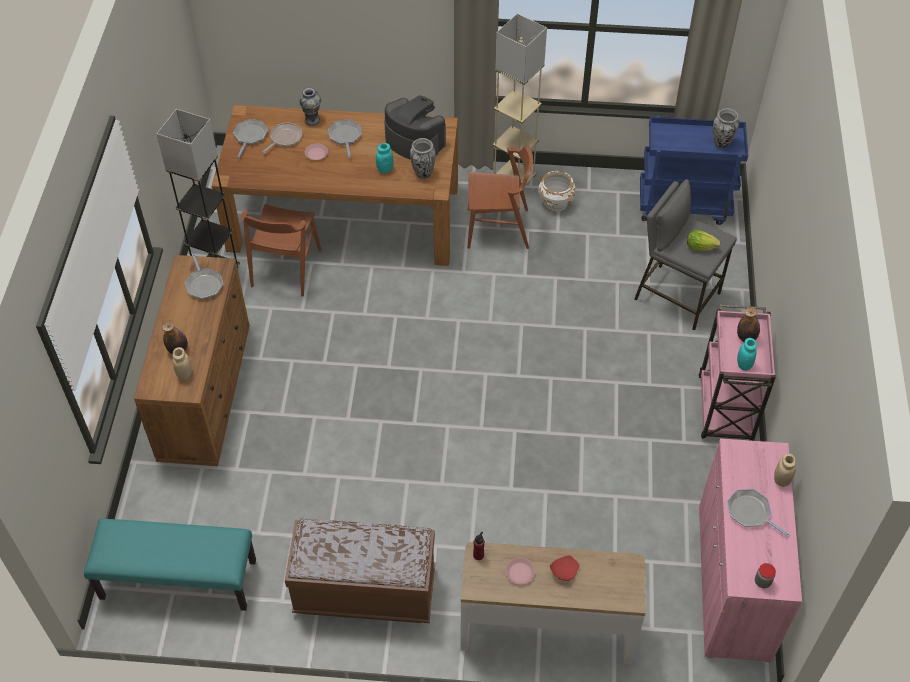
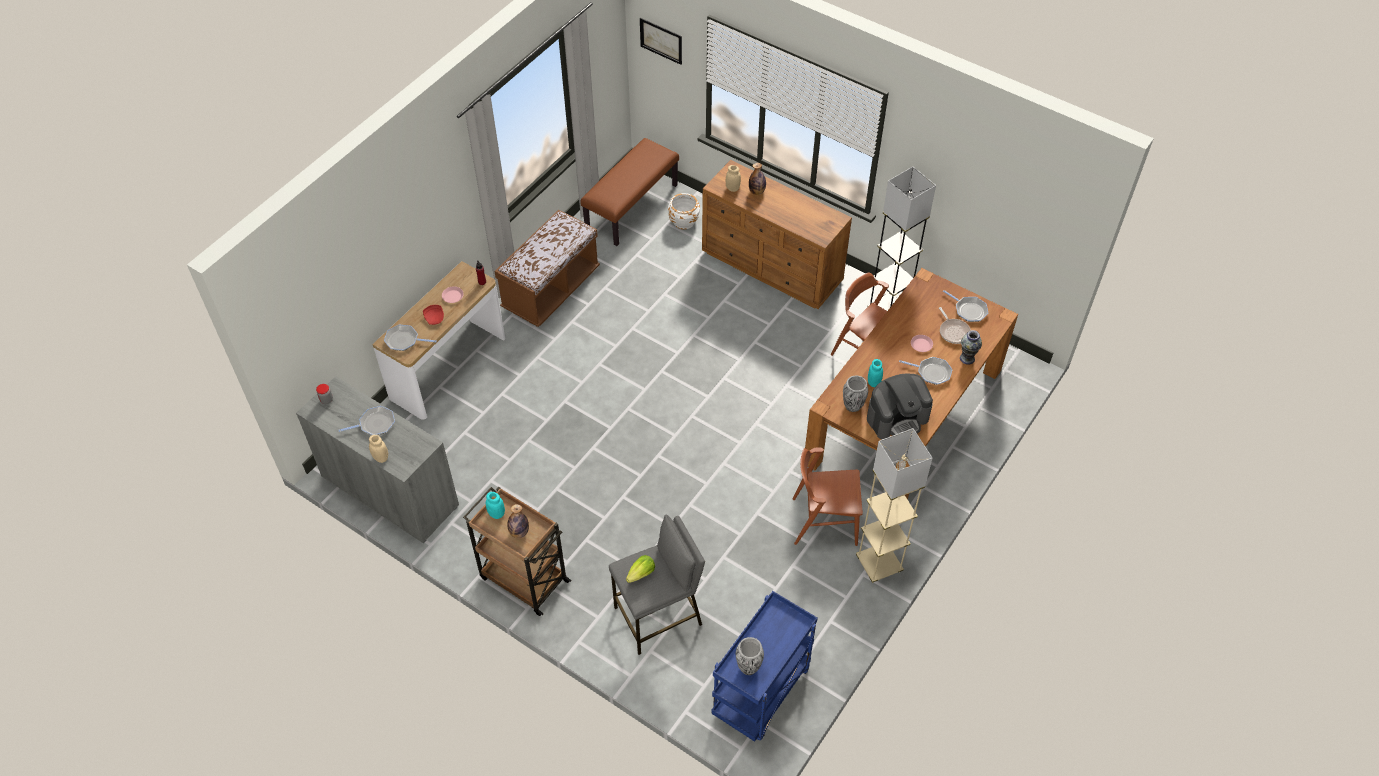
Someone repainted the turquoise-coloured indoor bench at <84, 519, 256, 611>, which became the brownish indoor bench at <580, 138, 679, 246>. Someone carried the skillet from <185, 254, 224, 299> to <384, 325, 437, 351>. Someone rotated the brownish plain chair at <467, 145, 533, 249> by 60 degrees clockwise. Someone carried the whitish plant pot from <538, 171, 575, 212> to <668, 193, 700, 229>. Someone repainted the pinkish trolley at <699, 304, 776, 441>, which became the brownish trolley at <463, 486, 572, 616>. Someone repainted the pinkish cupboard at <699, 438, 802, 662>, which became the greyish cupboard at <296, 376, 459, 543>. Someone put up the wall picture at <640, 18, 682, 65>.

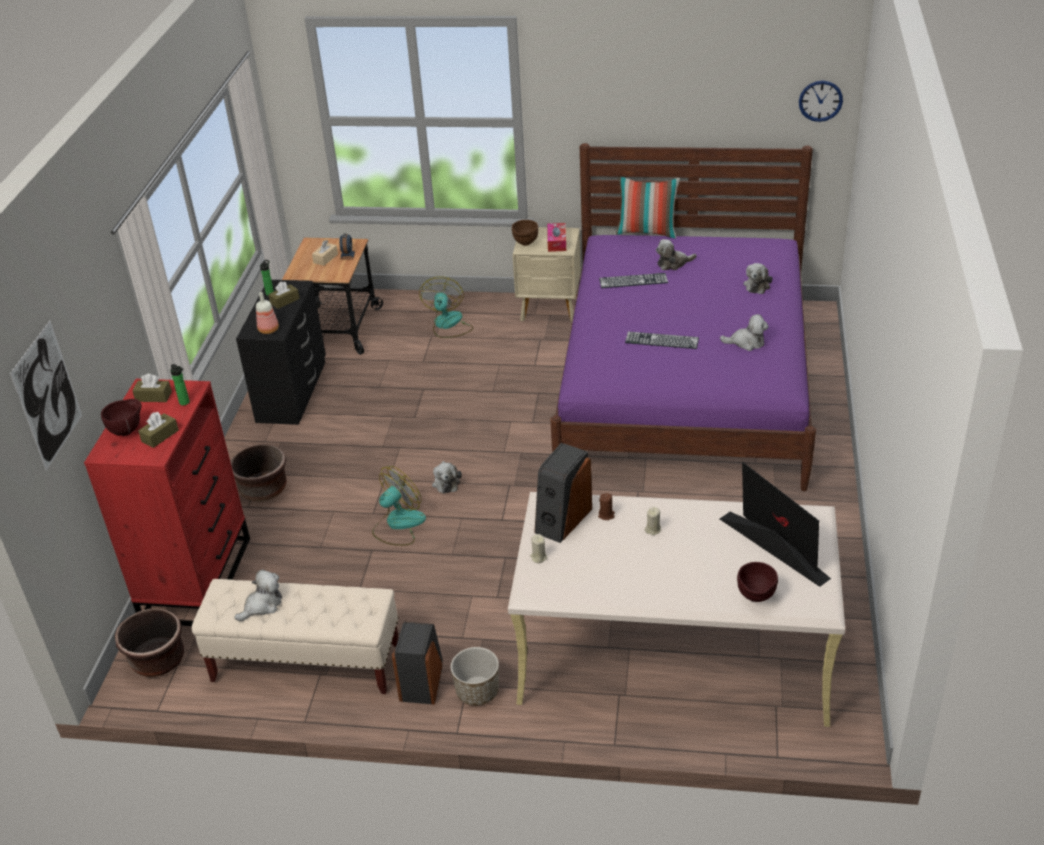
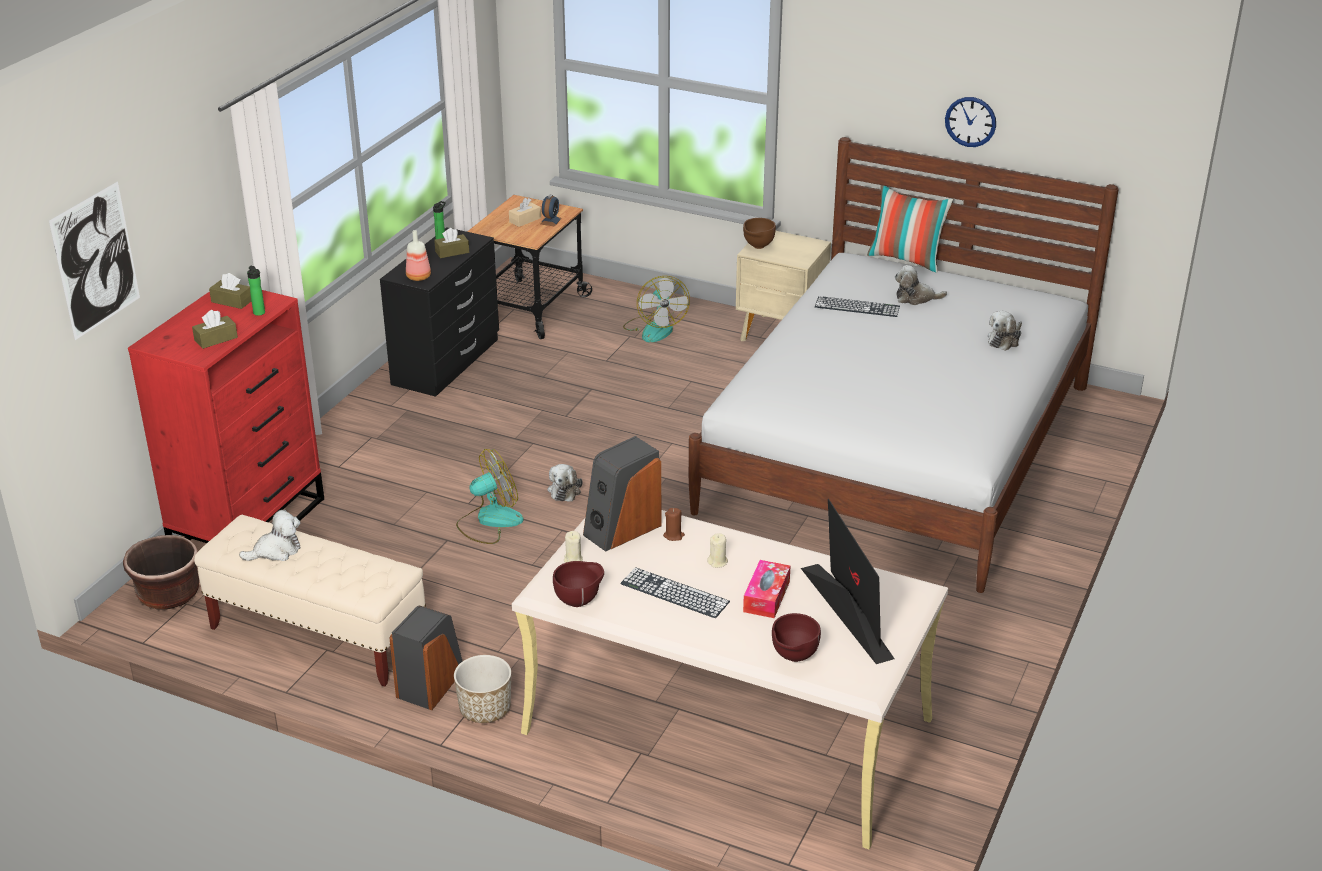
Someone carried the brownish serving bowl from <101, 399, 142, 436> to <553, 561, 604, 607>. Someone took away the brownish plant pot at <230, 444, 287, 502>. Someone rotated the cooling fan at <419, 276, 473, 338> by 150 degrees clockwise. Someone carried the tissue box from <547, 223, 566, 252> to <743, 560, 791, 618>. Someone repainted the purplish bed at <550, 143, 816, 491>, which became the whitish bed at <689, 137, 1119, 593>. Someone carried the keyboard from <625, 332, 699, 349> to <620, 567, 730, 618>. Someone took away the cuddly toy at <720, 314, 769, 351>. Someone carried the clock on the wall from <799, 81, 843, 122> to <945, 97, 996, 147>.

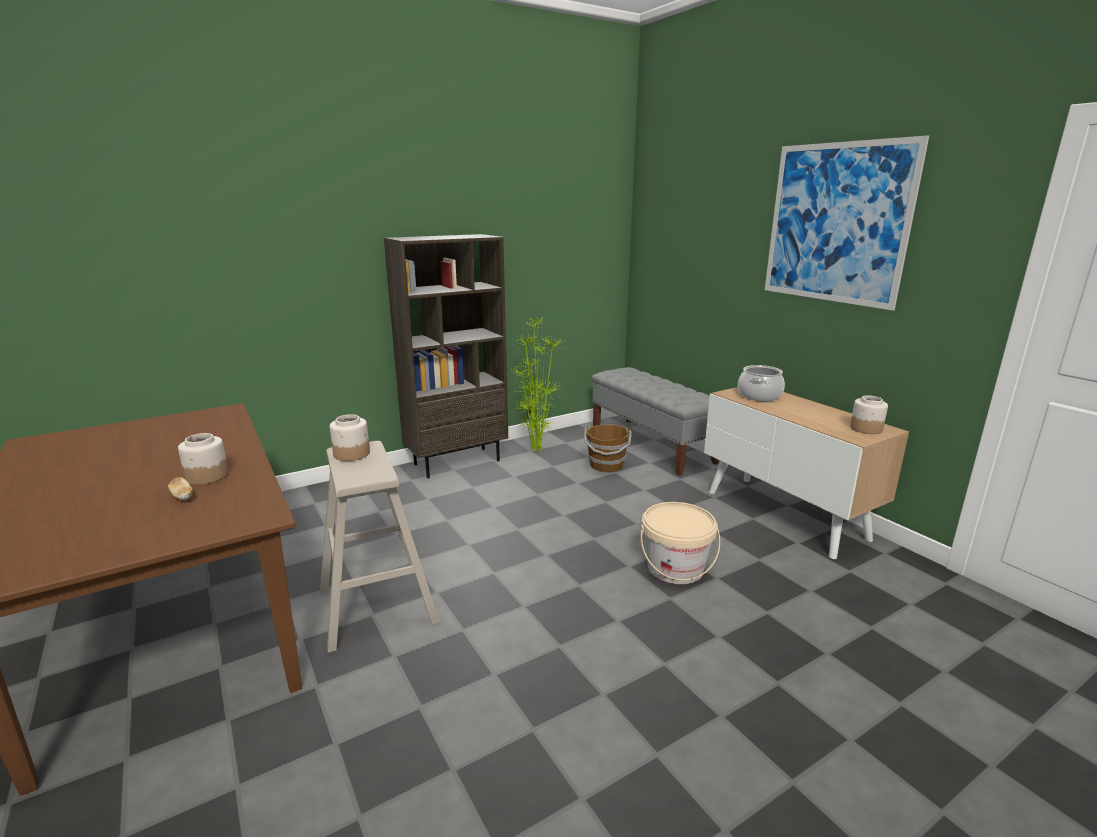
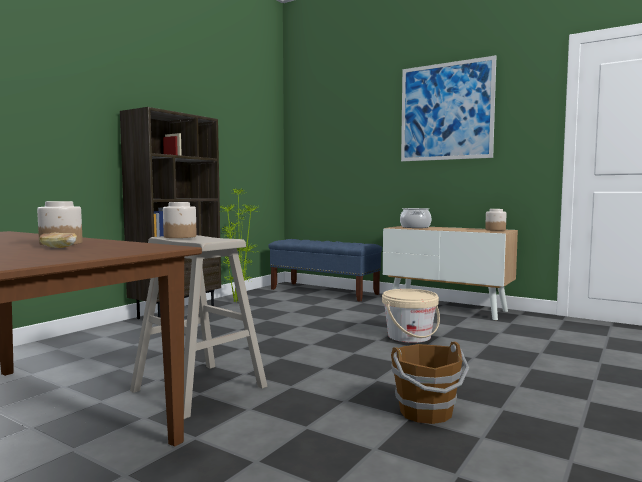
Someone carried the brownish bucket from <584, 424, 632, 472> to <391, 342, 469, 424>. Someone repainted the greyish indoor bench at <591, 367, 719, 476>, which became the blue-coloured indoor bench at <268, 239, 382, 302>.

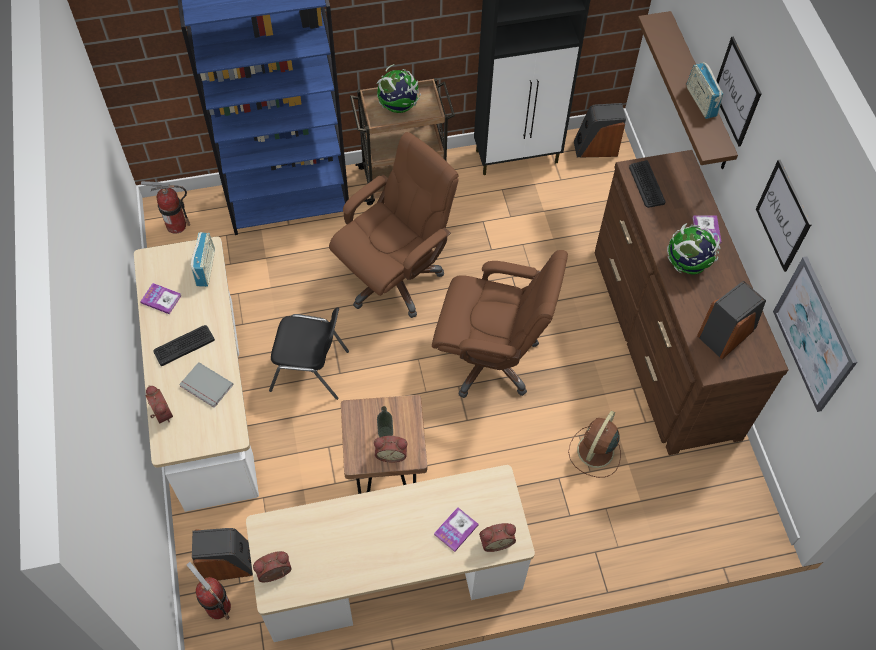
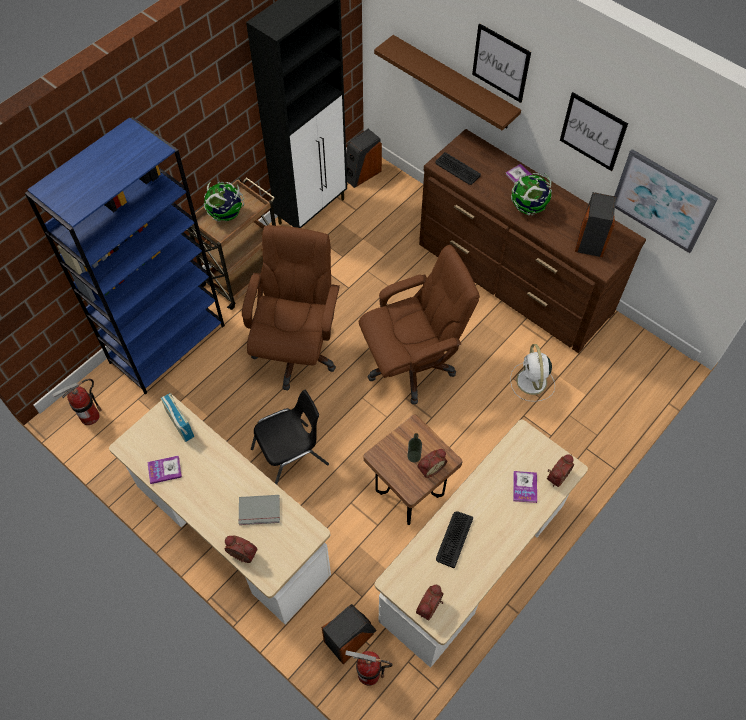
Someone carried the keyboard from <153, 325, 215, 366> to <436, 511, 473, 568>. Someone repainted the brownish cooling fan at <568, 411, 621, 478>, which became the whitish cooling fan at <510, 344, 555, 402>. Someone took away the radio at <686, 62, 723, 119>.

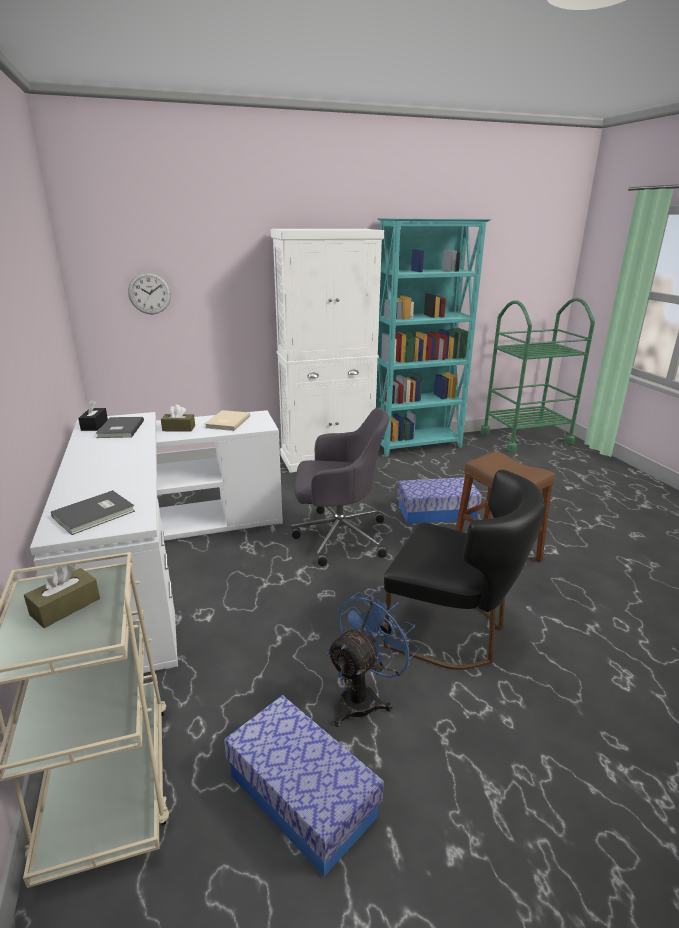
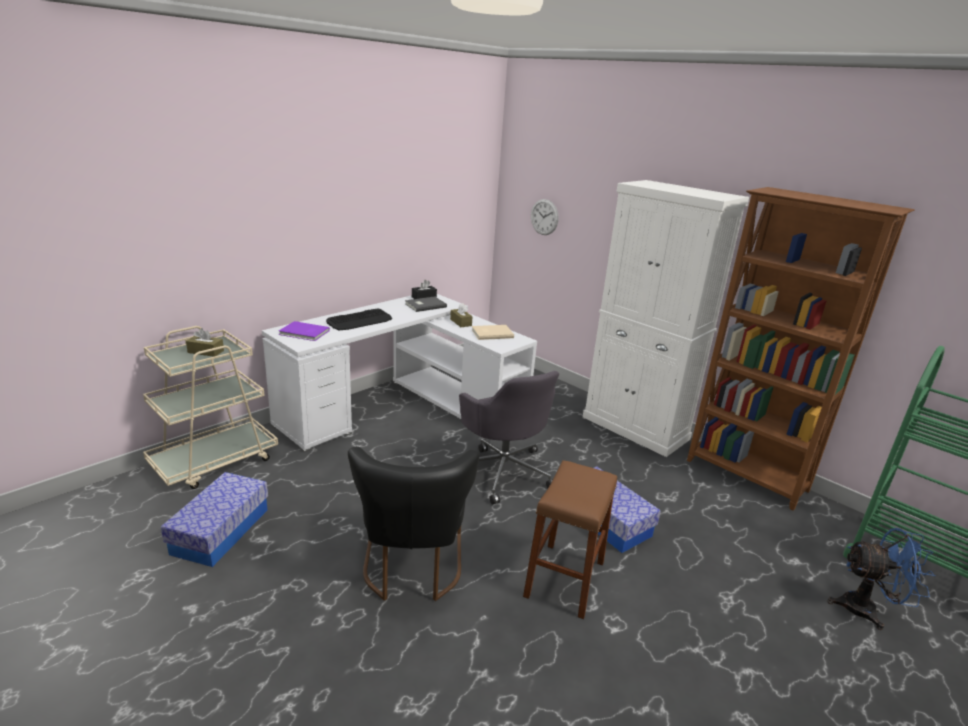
Someone repainted the greyish bound book at <51, 490, 135, 535>, which became the purplish bound book at <279, 321, 330, 341>. Someone carried the blue-coloured cooling fan from <326, 590, 419, 727> to <827, 528, 936, 630>. Someone repainted the turquoise-coloured shelving unit at <376, 218, 491, 457>, which became the brownish shelving unit at <687, 187, 915, 511>. Someone put down the keyboard at <326, 308, 392, 330>.

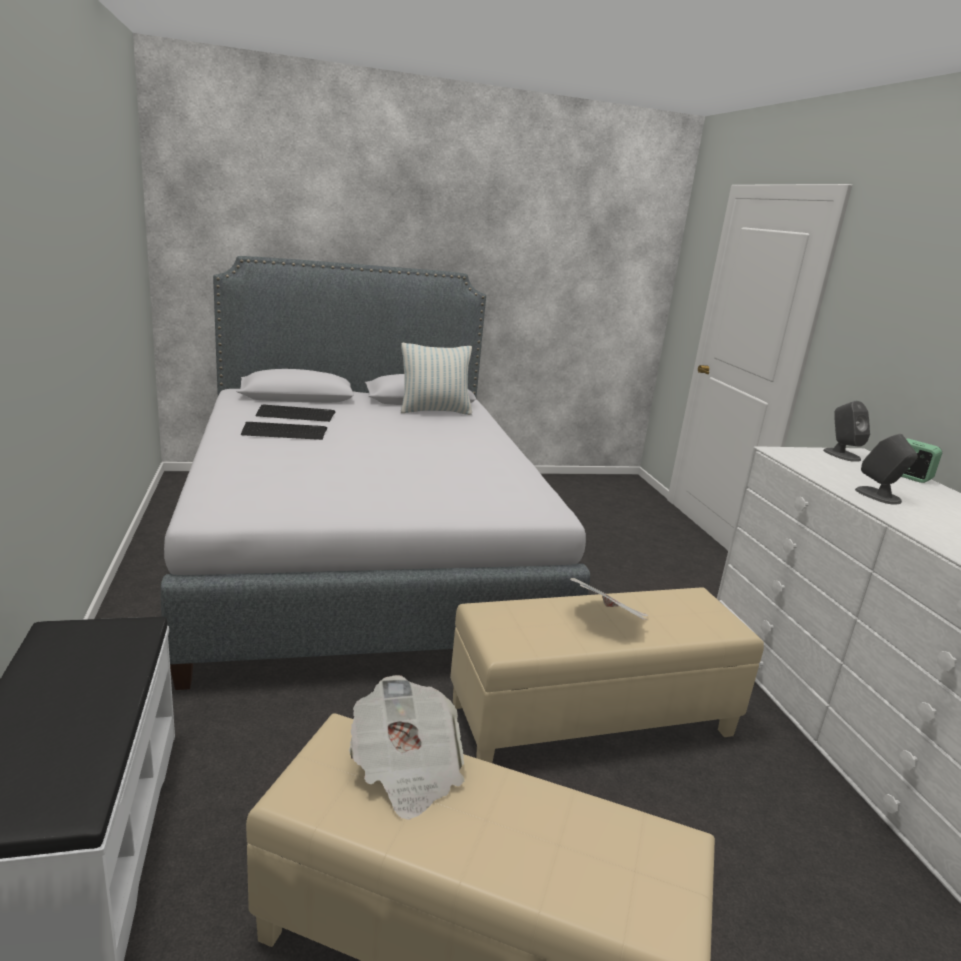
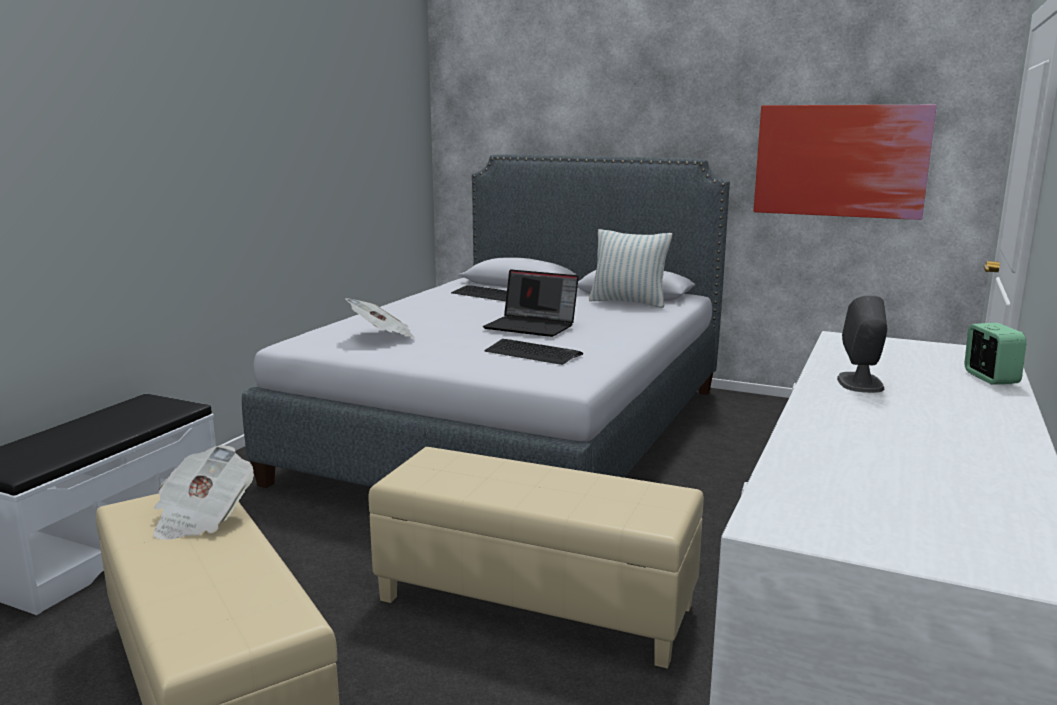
Someone carried the keyboard from <241, 422, 327, 440> to <484, 339, 583, 365>. Someone carried the newspaper from <570, 578, 649, 620> to <346, 298, 415, 338>. Someone took away the greyish audio speaker at <823, 401, 870, 462>. Someone put down the portable computer at <483, 269, 579, 337>. Someone put up the wall picture at <754, 105, 937, 220>.

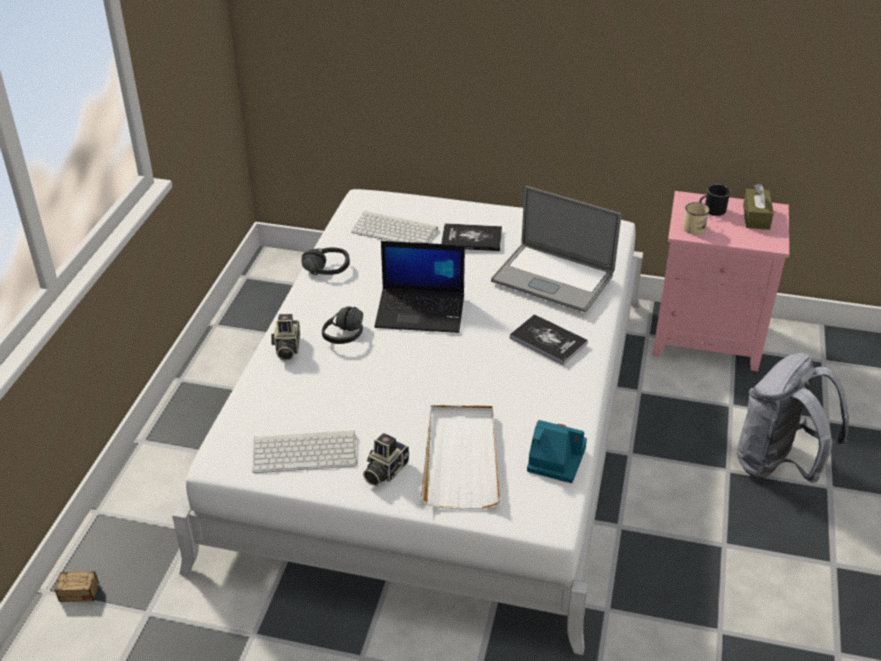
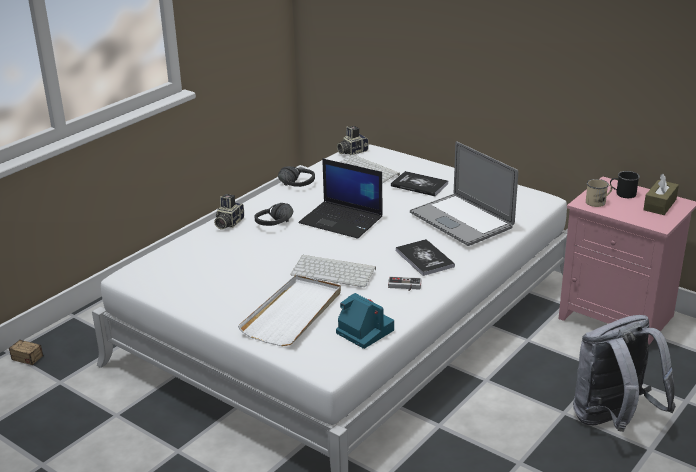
Someone carried the keyboard from <252, 430, 357, 473> to <290, 255, 376, 287>. Someone carried the photo camera from <363, 433, 409, 486> to <337, 126, 369, 155>. Someone put down the joypad at <388, 277, 421, 291>.

